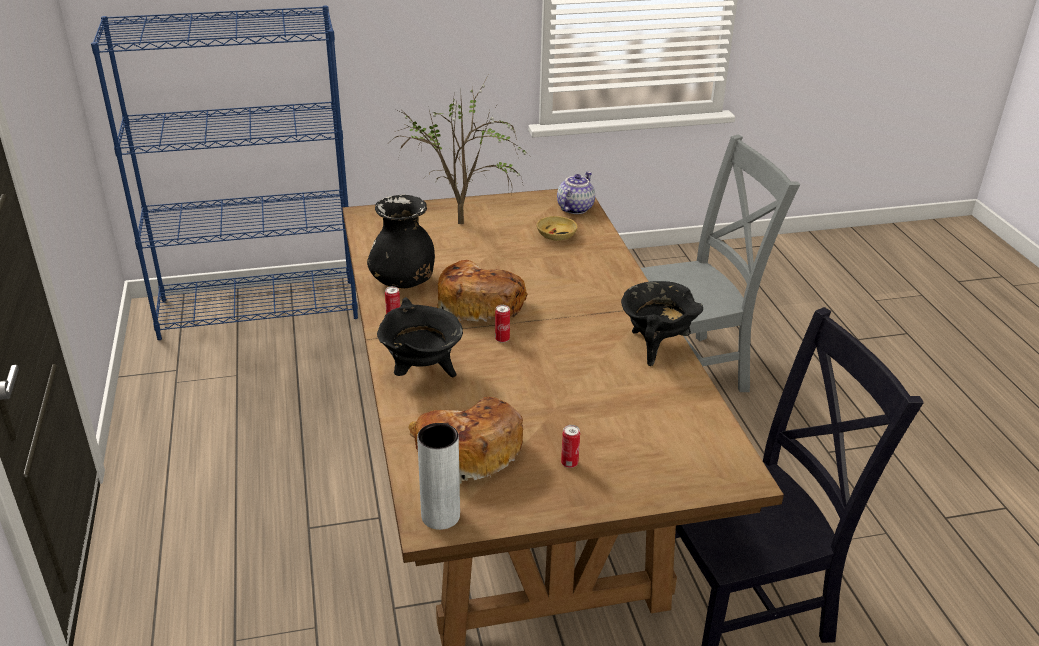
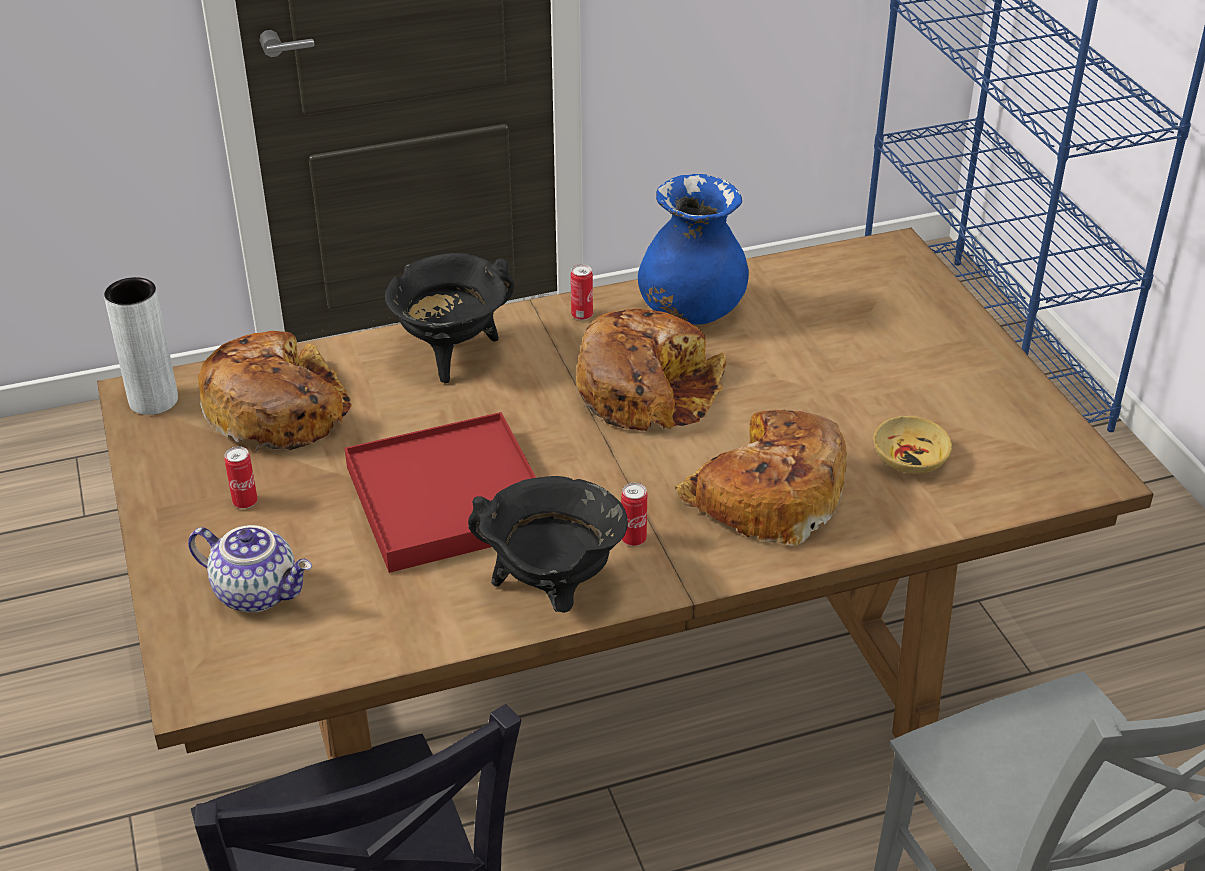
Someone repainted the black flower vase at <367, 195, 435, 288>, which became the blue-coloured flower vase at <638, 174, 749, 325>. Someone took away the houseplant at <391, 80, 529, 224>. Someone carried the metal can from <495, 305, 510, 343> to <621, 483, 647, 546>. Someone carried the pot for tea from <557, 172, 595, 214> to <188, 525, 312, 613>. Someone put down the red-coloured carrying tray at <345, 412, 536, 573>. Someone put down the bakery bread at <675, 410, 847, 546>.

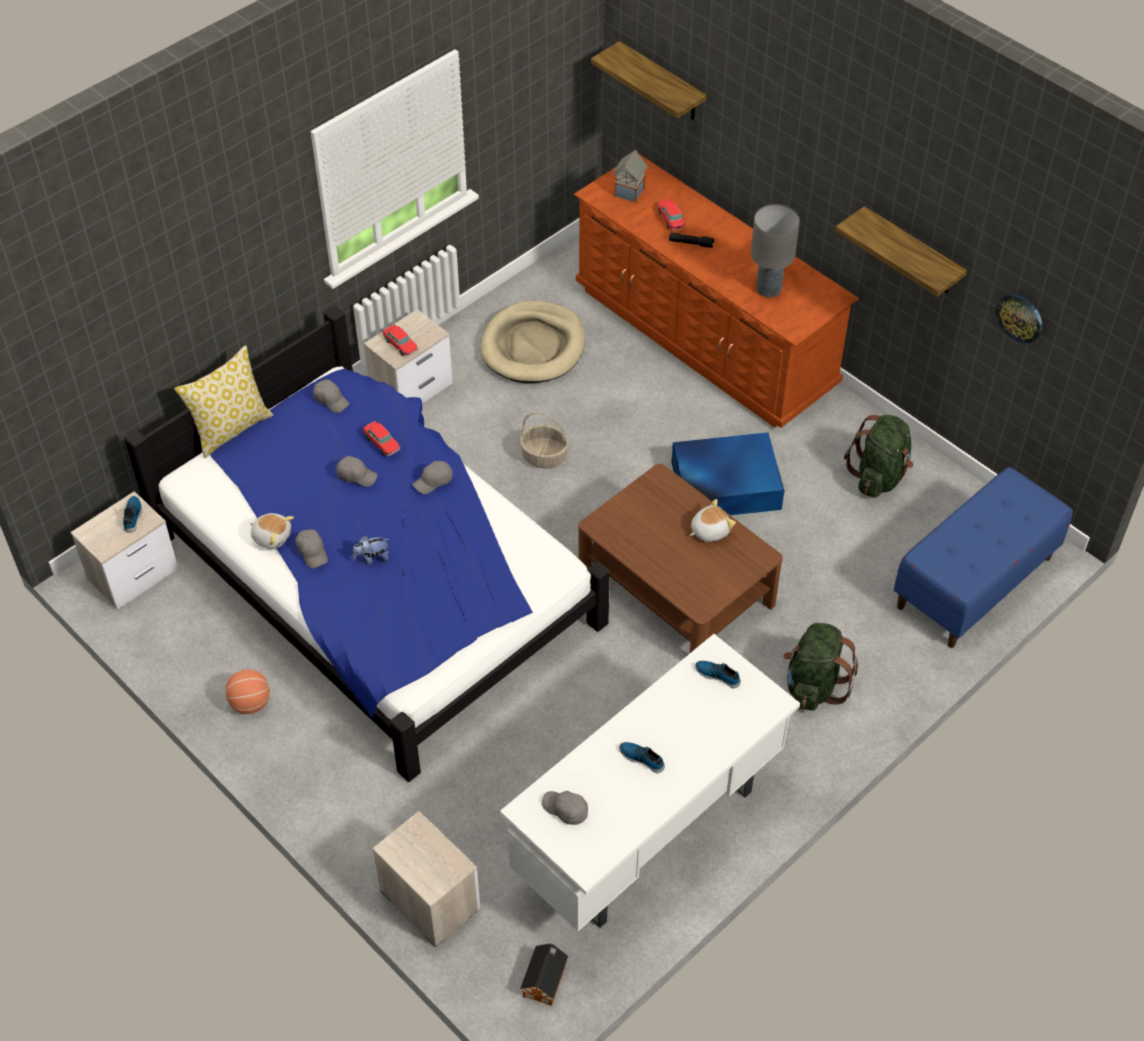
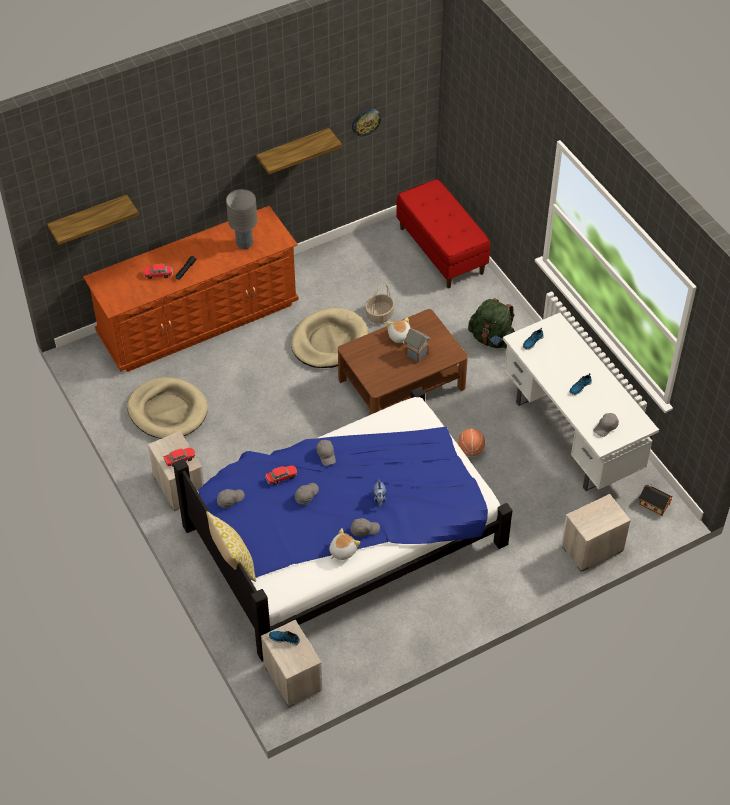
Someone carried the basketball ball from <225, 669, 270, 714> to <458, 429, 485, 456>. Someone carried the household basket from <520, 412, 568, 469> to <365, 284, 394, 323>. Someone carried the toy house from <613, 150, 648, 203> to <405, 328, 430, 363>. Someone swapped the blue-coloured storage container at <672, 432, 784, 515> for the sand-coloured dog bed at <291, 308, 368, 368>. Someone took away the greenish backpack at <844, 415, 914, 498>. Someone repainted the blue-coloured indoor bench at <894, 467, 1073, 648>, which became the red-coloured indoor bench at <396, 179, 490, 288>.

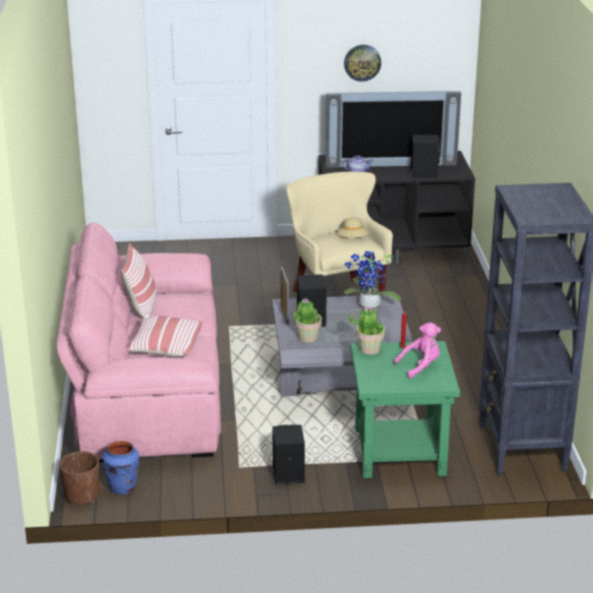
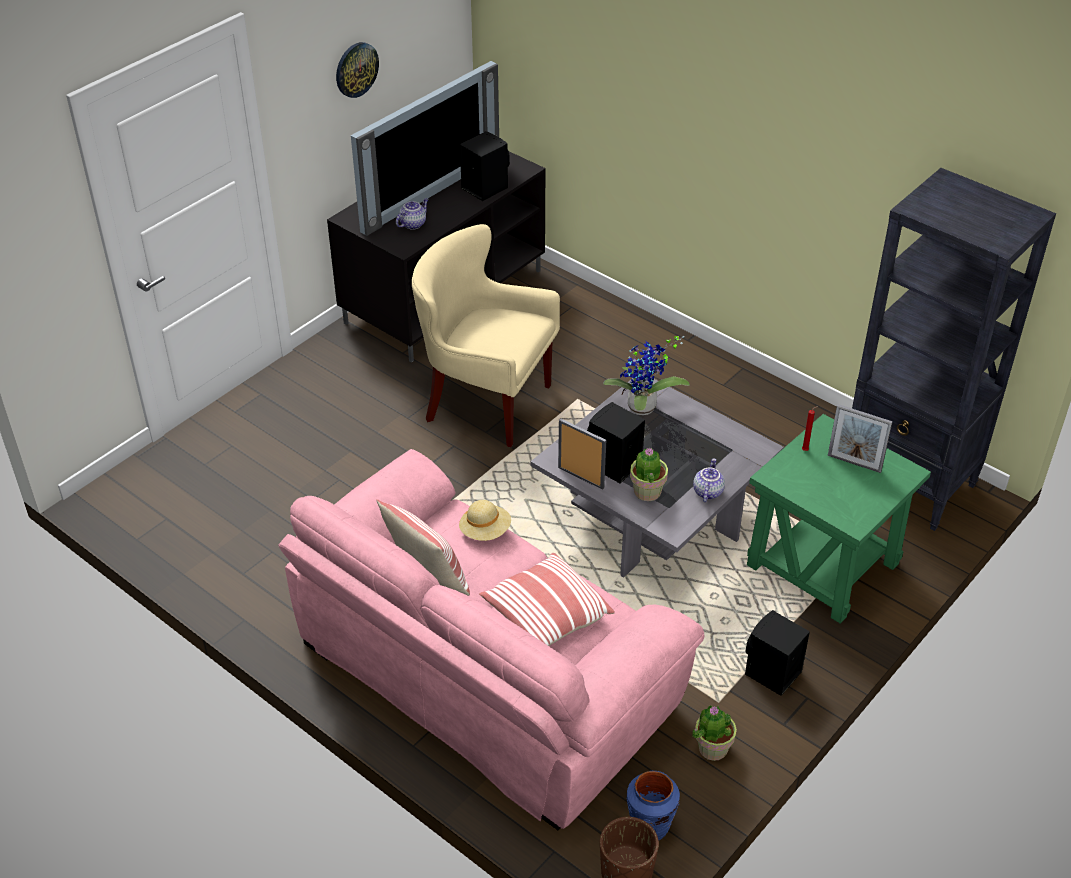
Someone carried the sand-coloured clothing hat from <338, 217, 369, 237> to <459, 500, 511, 541>. Someone carried the houseplant from <349, 306, 385, 355> to <692, 705, 737, 761>. Someone swapped the pinkish cuddly toy at <394, 322, 441, 378> for the photo frame at <828, 404, 893, 473>. Someone put down the pot for tea at <693, 458, 725, 502>.

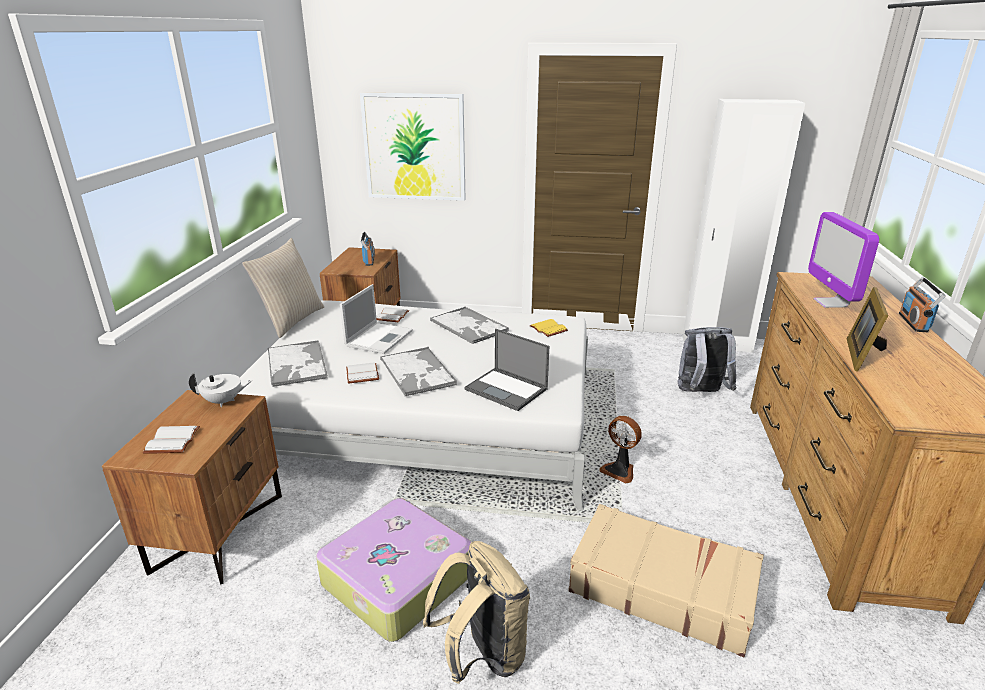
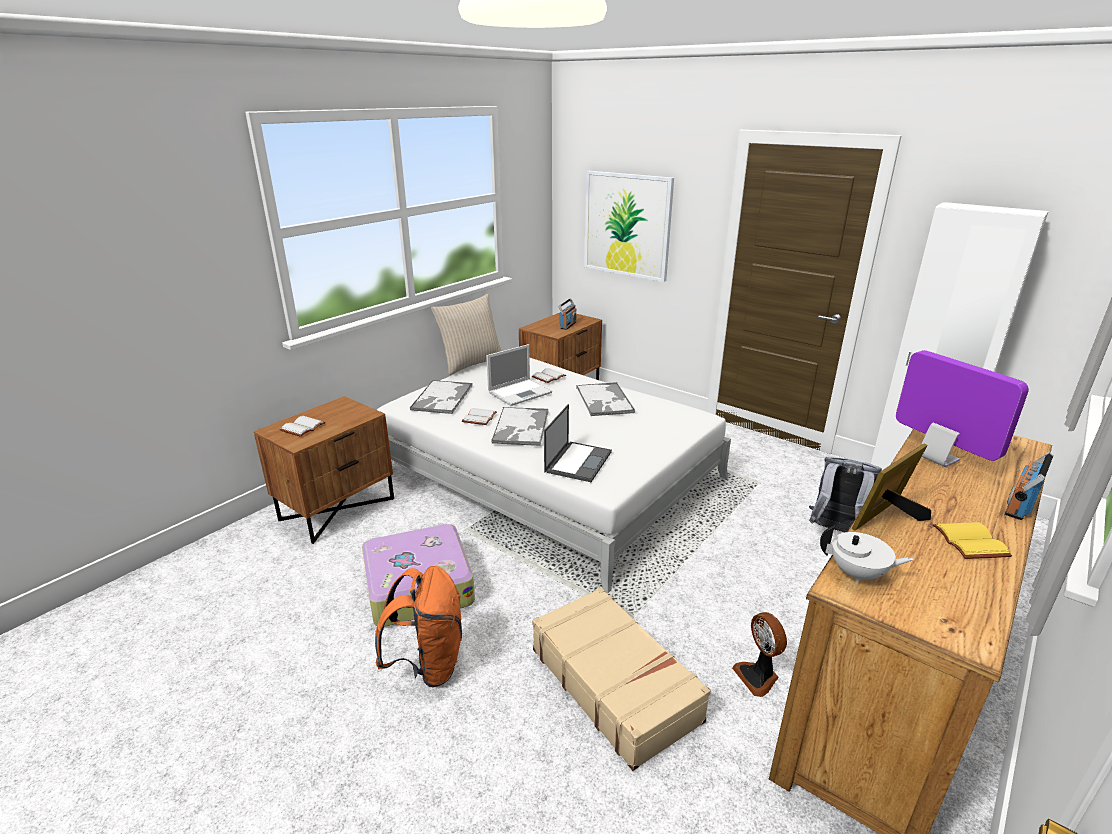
Someone carried the whitish pot for tea from <189, 373, 252, 407> to <820, 526, 914, 583>. Someone repainted the sand-coloured backpack at <423, 541, 530, 684>, which became the orangey backpack at <375, 566, 462, 687>. Someone rotated the portable computer at <465, 328, 549, 411> by 135 degrees counterclockwise. Someone carried the yellow-coloured bound book from <530, 319, 568, 337> to <933, 522, 1012, 559>. Someone carried the cooling fan from <599, 416, 642, 483> to <732, 612, 787, 697>. Someone rotated the computer display at <808, 212, 879, 308> by 120 degrees clockwise.

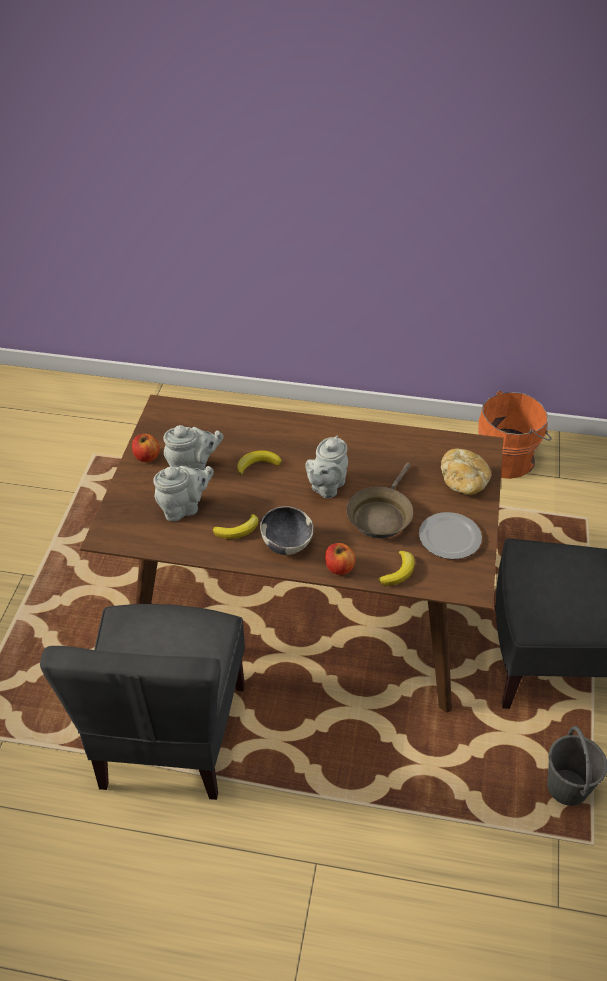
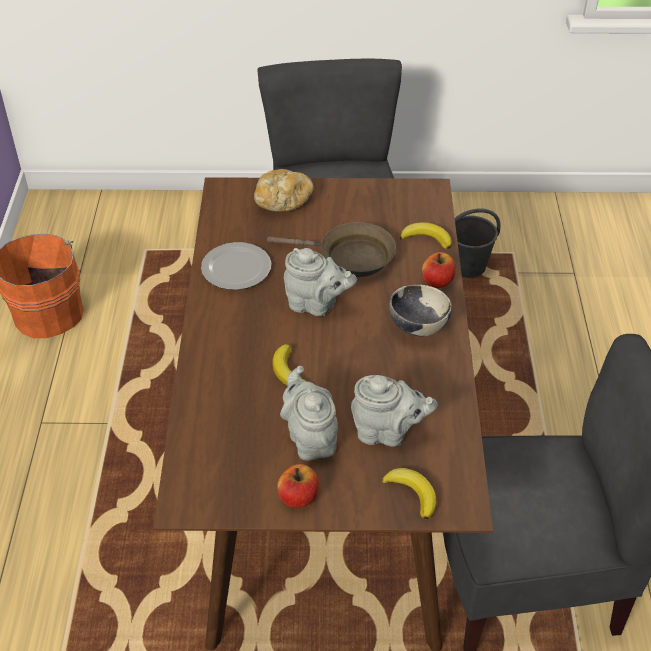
Someone rotated the greyish pot for tea at <153, 466, 214, 521> by 135 degrees clockwise. Someone carried the banana fruit from <213, 514, 259, 539> to <382, 468, 436, 519>. Someone carried the plate from <419, 512, 482, 559> to <201, 242, 271, 290>.

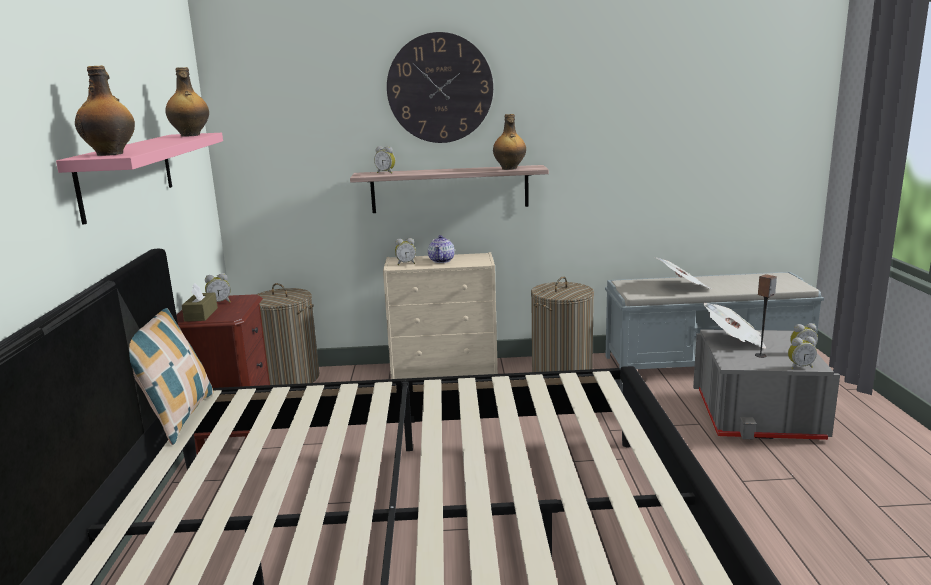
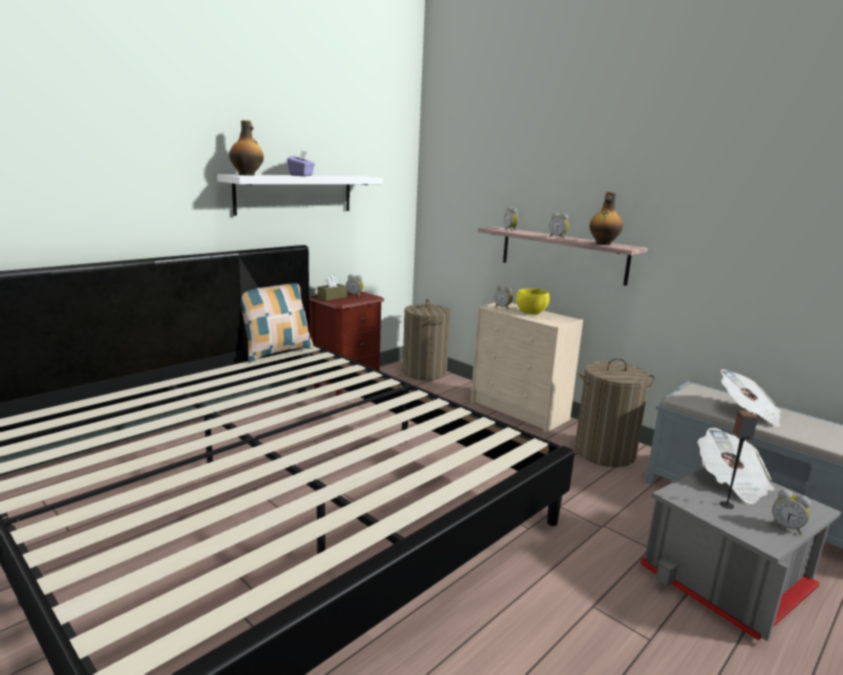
Someone repainted the pinkish bracket shelf at <56, 133, 223, 225>, which became the whitish bracket shelf at <217, 174, 383, 216>. Someone took away the drink bottle at <165, 67, 209, 137>. Someone took away the clock on the wall at <387, 32, 493, 143>. Someone swapped the pot for tea at <428, 235, 455, 263> for the yellow-coloured serving bowl at <516, 289, 550, 314>. Someone carried the alarm clock from <788, 337, 817, 369> to <549, 213, 569, 239>. Someone put down the purplish tissue box at <287, 151, 315, 176>.

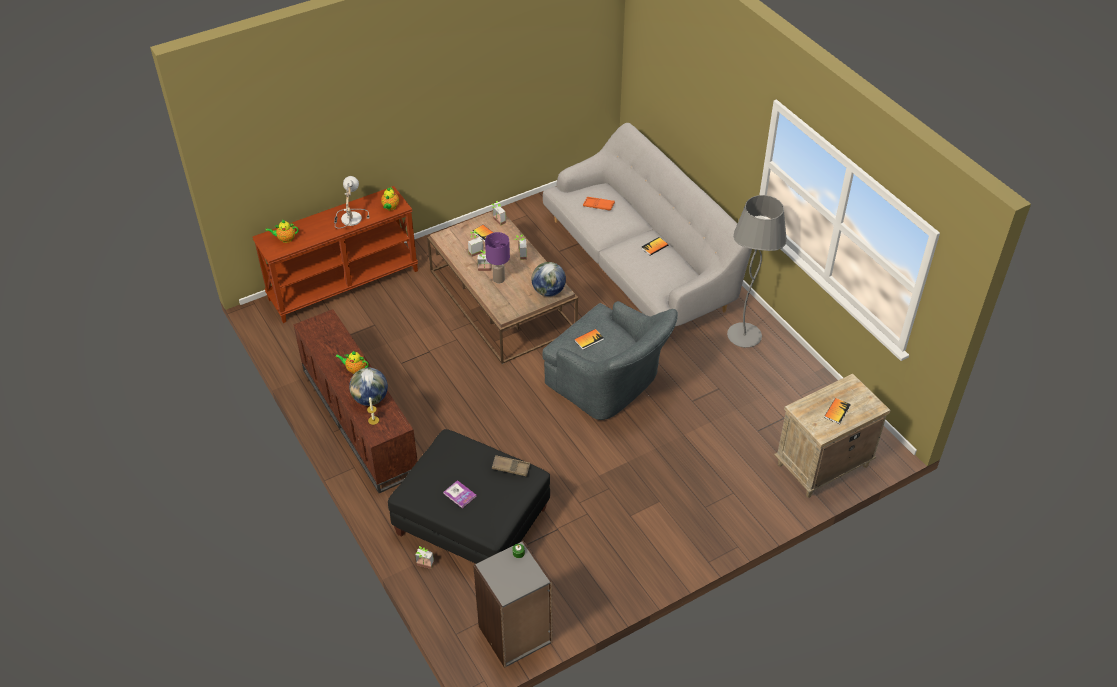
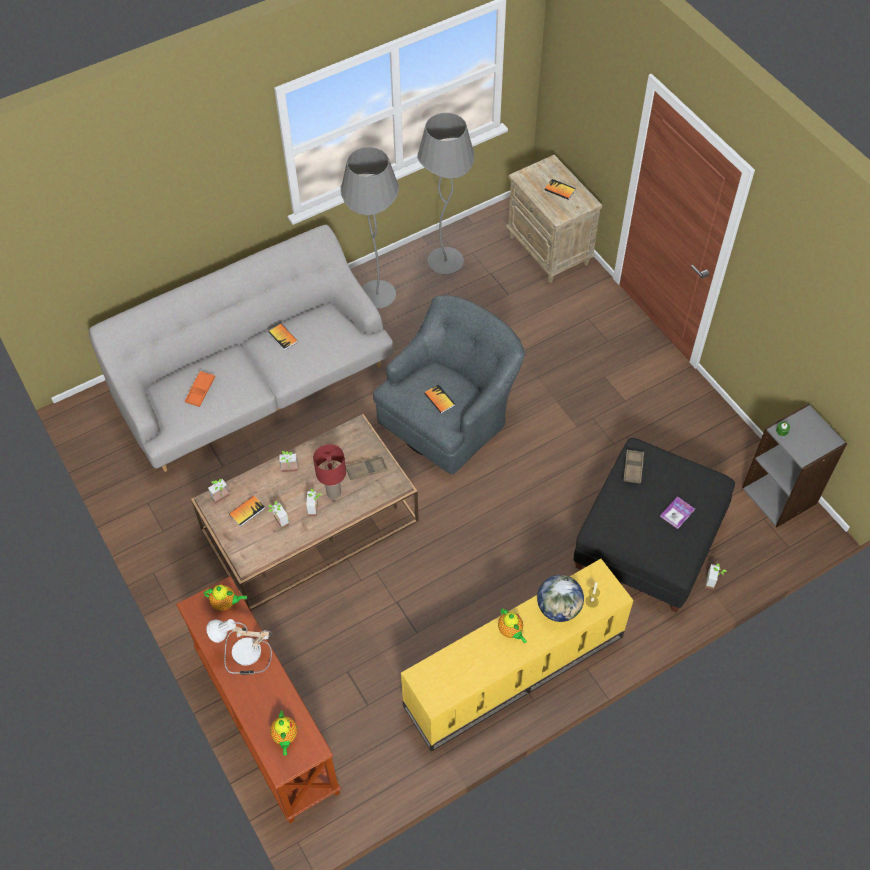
Someone repainted the brownish media console at <293, 309, 418, 493>, which became the yellow-coloured media console at <401, 559, 633, 752>. Someone rotated the pot for tea at <335, 351, 369, 374> by 45 degrees counterclockwise. Someone repainted the purplish tabletop lamp at <485, 232, 510, 283>, which became the red-coloured tabletop lamp at <313, 444, 346, 499>. Someone took away the globe at <532, 262, 566, 297>. Someone put down the brownish carrying tray at <345, 456, 388, 480>. Someone put down the greyish floor lamp at <417, 113, 474, 275>.

